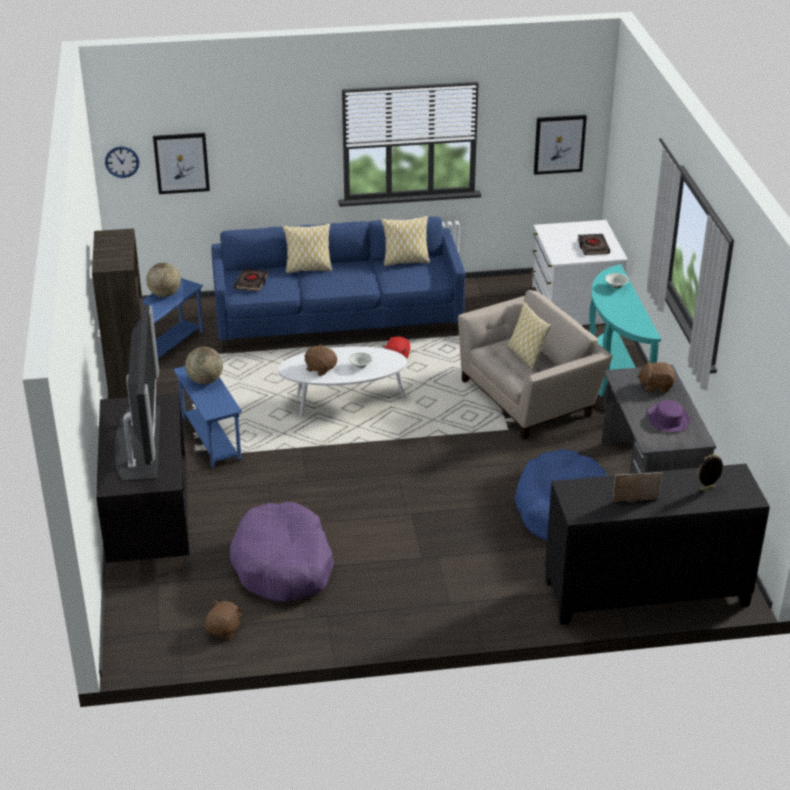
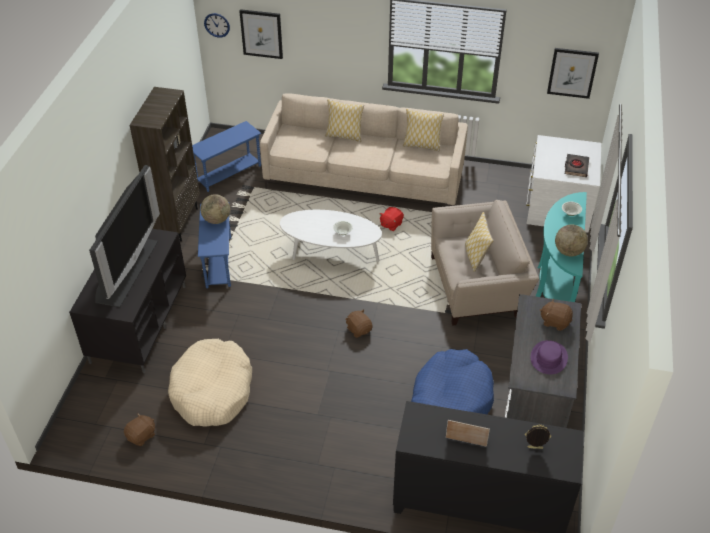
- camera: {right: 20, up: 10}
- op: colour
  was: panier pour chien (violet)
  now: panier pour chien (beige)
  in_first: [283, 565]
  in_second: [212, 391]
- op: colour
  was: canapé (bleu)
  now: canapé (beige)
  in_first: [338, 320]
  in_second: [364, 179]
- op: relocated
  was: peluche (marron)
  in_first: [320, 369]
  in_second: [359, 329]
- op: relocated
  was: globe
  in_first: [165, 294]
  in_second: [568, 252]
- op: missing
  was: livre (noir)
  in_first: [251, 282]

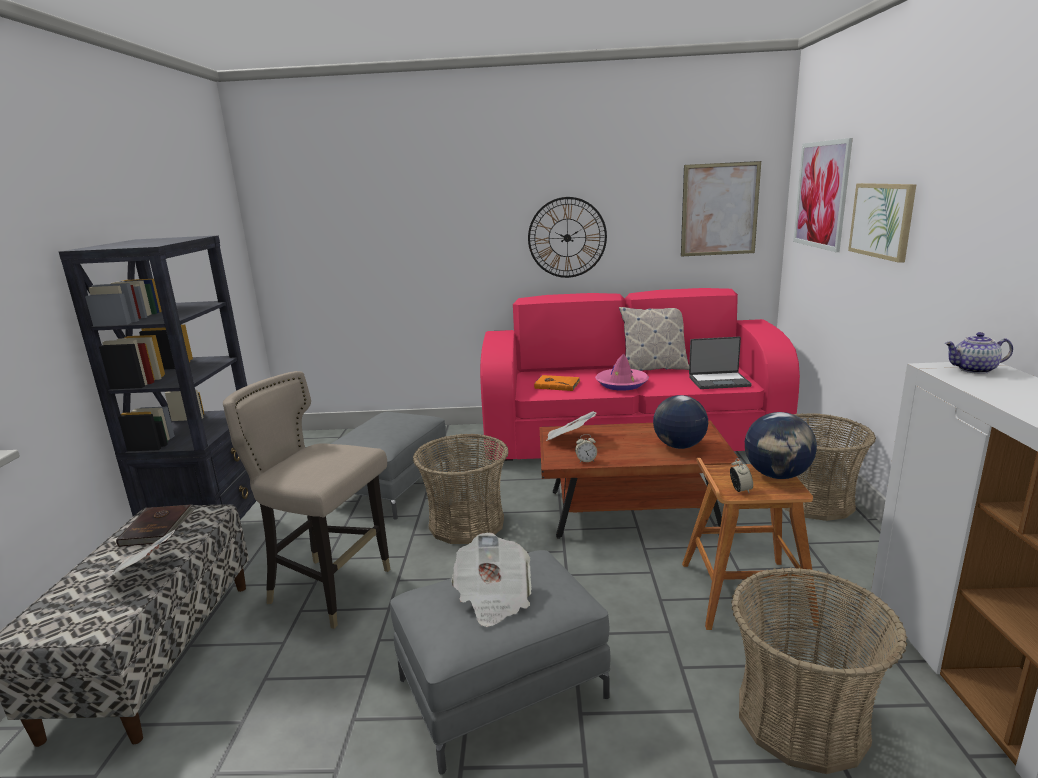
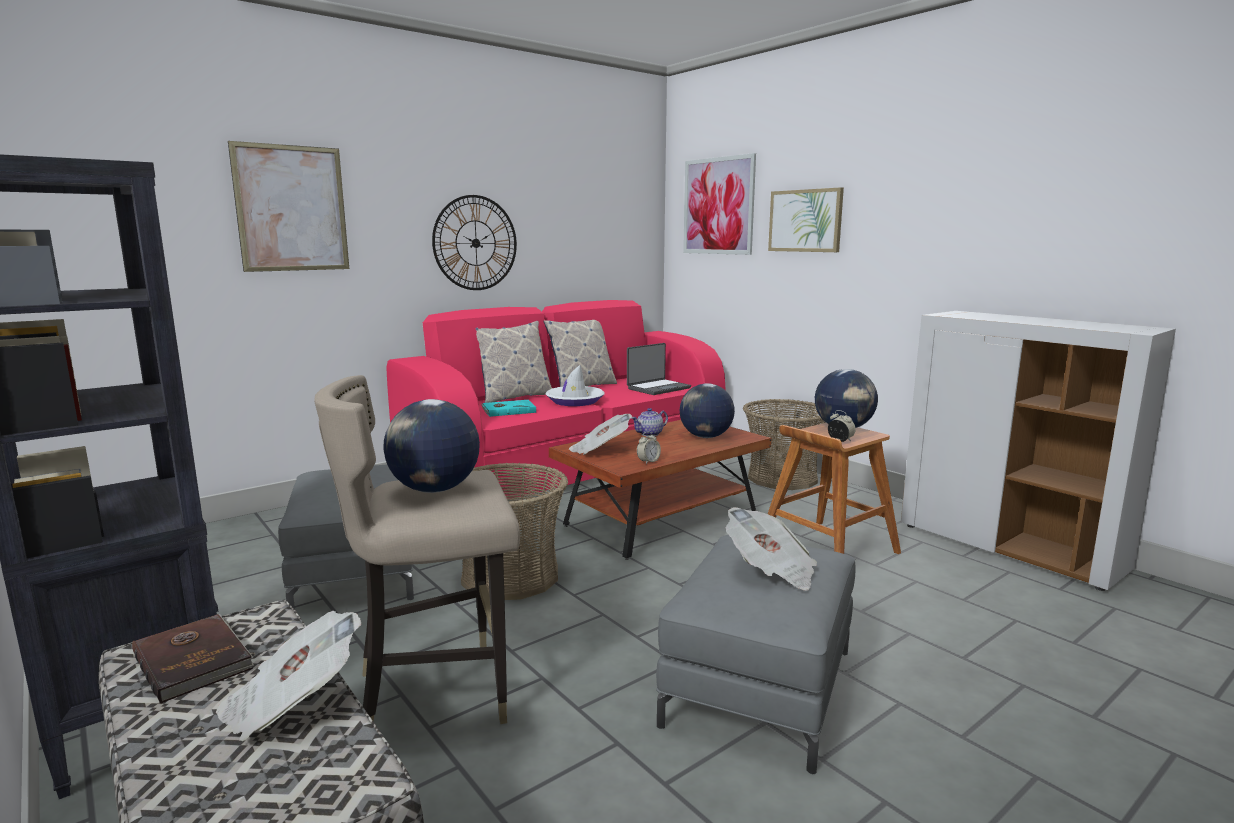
- camera: {right: -40, up: -5}
- op: relocated
  was: tableau
  in_first: [719, 209]
  in_second: [292, 208]
- op: appeared
  now: globe
  in_second: [434, 489]
- op: appeared
  now: coussin
  in_second: [514, 398]
- op: colour
  was: livre (orange)
  now: livre (turquoise)
  in_first: [557, 385]
  in_second: [508, 410]
- op: colour
  was: chapeau (rose)
  now: chapeau (blanc)
  in_first: [621, 384]
  in_second: [575, 401]
- op: relocated
  was: théière
  in_first: [974, 370]
  in_second: [649, 434]
- op: missing
  was: panier
  in_first: [802, 719]

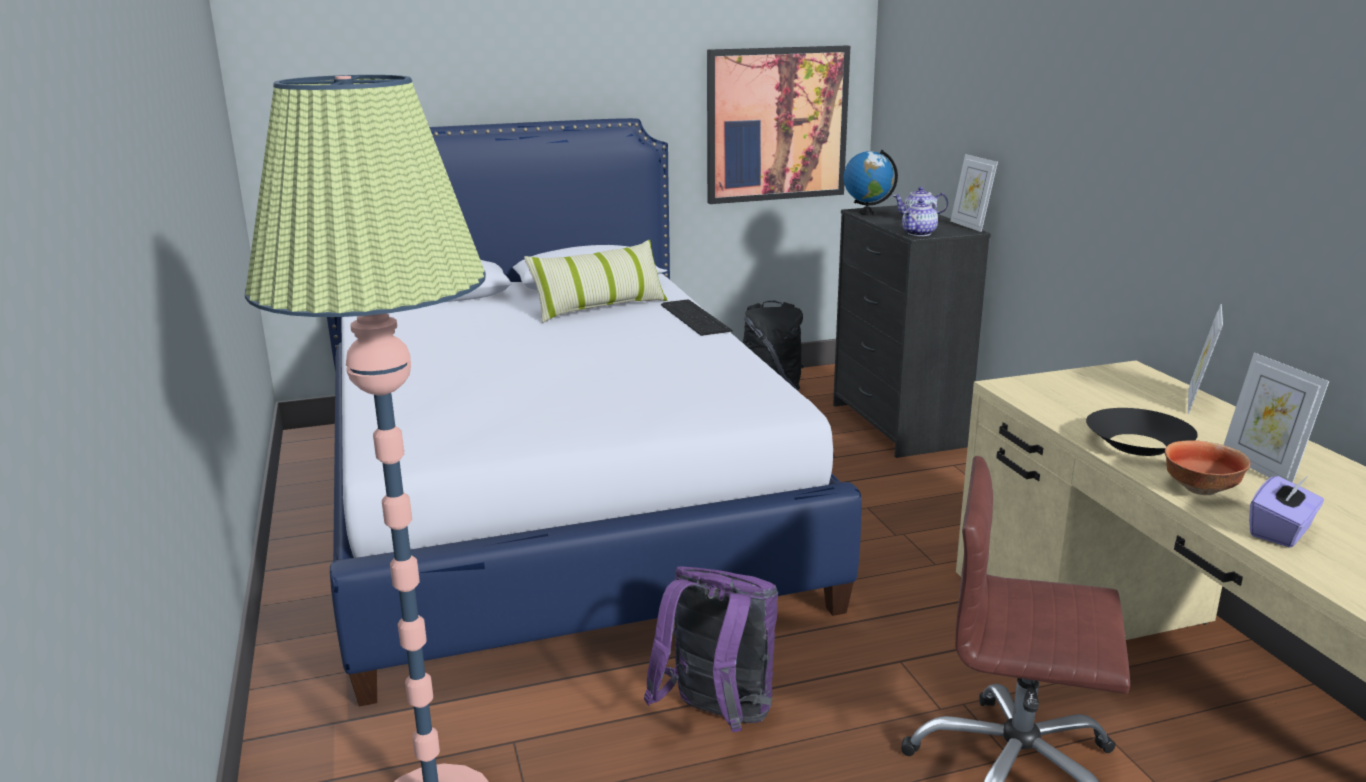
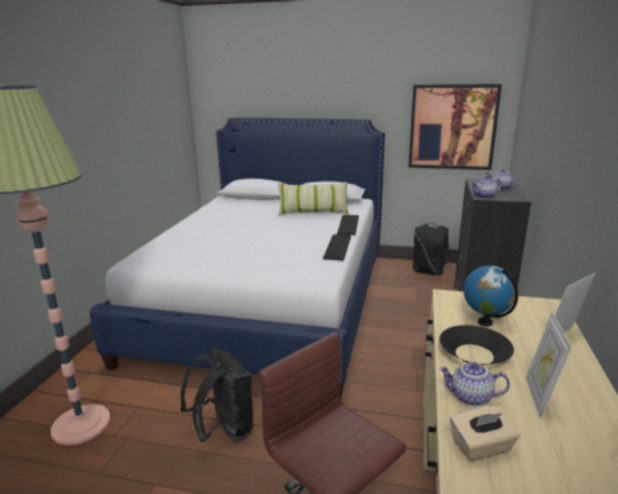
- camera: {right: 30, up: 0}
- op: colour
  was: sac à dos (violet)
  now: sac à dos (noir)
  in_first: [716, 717]
  in_second: [224, 430]
- op: appeared
  now: clavier
  in_second: [339, 247]
- op: exchanged
  was: bol
  now: théière
  in_first: [1202, 490]
  in_second: [470, 397]
- op: colour
  was: boîte à mouchoirs (violet)
  now: boîte à mouchoirs (beige)
  in_first: [1281, 532]
  in_second: [482, 447]
- op: relocated
  was: globe
  in_first: [866, 213]
  in_second: [485, 322]
- op: missing
  was: cadre photo
  in_first: [970, 226]

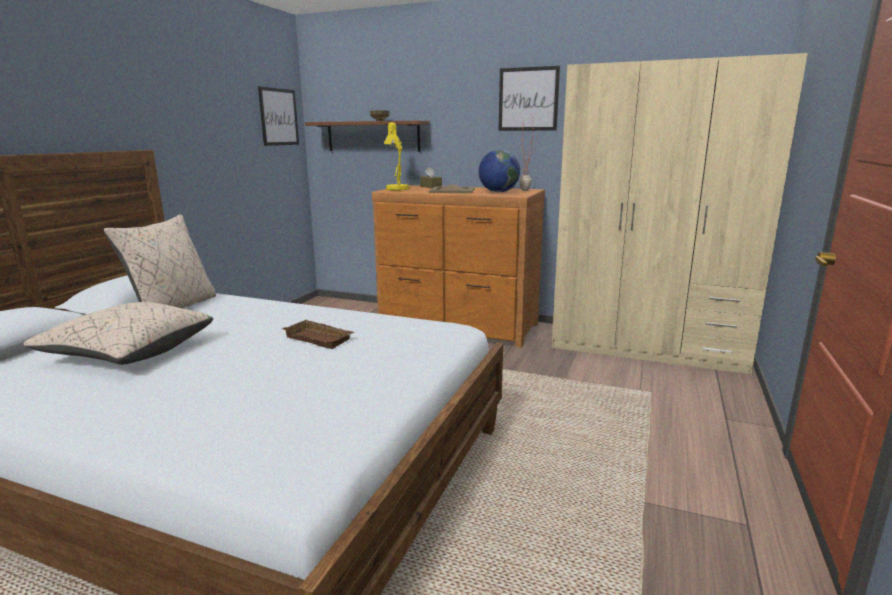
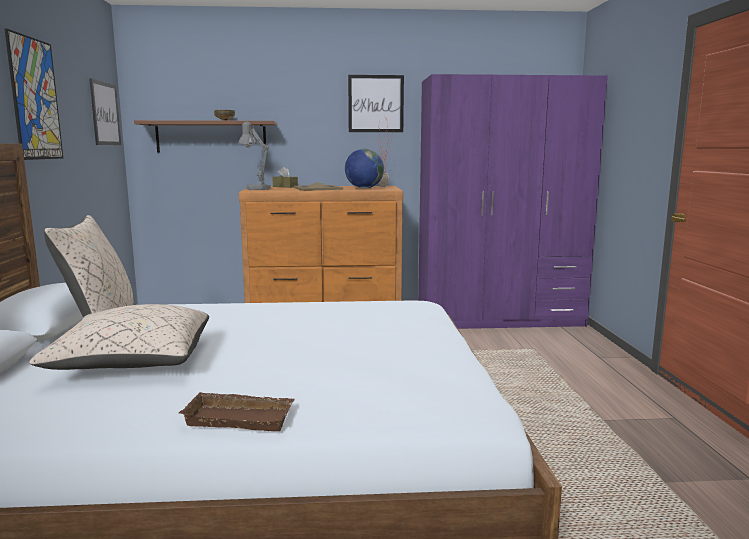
- camera: {right: -25, up: -5}
- op: appeared
  now: tableau
  in_second: [35, 99]
- op: relocated
  was: plateau (marron)
  in_first: [320, 338]
  in_second: [241, 417]
- op: colour
  was: lampe de table (jaune)
  now: lampe de table (gris)
  in_first: [396, 188]
  in_second: [255, 189]
- op: colour
  was: armoire (beige)
  now: armoire (violet)
  in_first: [647, 348]
  in_second: [499, 319]

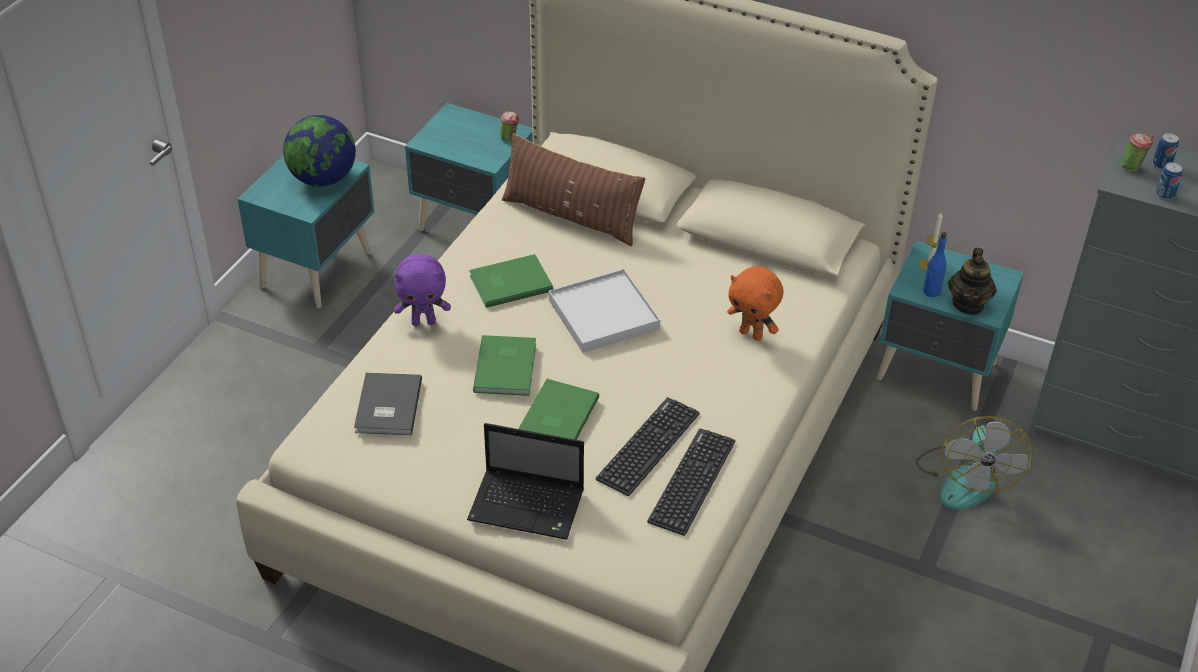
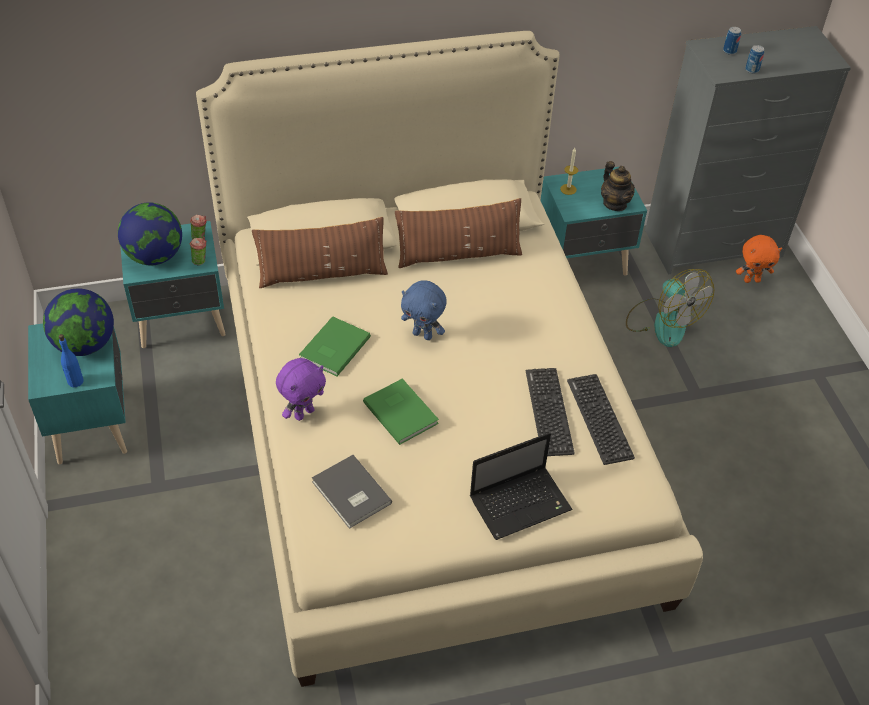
- camera: {right: -40, up: 5}
- op: relocated
  was: bouteille (bleu)
  in_first: [931, 291]
  in_second: [75, 381]
- op: appeared
  now: globe
  in_second: [155, 256]
- op: relocated
  was: tasse
  in_first: [1132, 167]
  in_second: [200, 261]
- op: appeared
  now: coussin (marron)
  in_second: [458, 255]
- op: exchanged
  was: plateau (blanc)
  now: peluche (bleu)
  in_first: [604, 314]
  in_second: [423, 335]
- op: relocated
  was: peluche (orange)
  in_first: [751, 334]
  in_second: [752, 280]
- op: missing
  was: livre (vert)
  in_first: [556, 417]

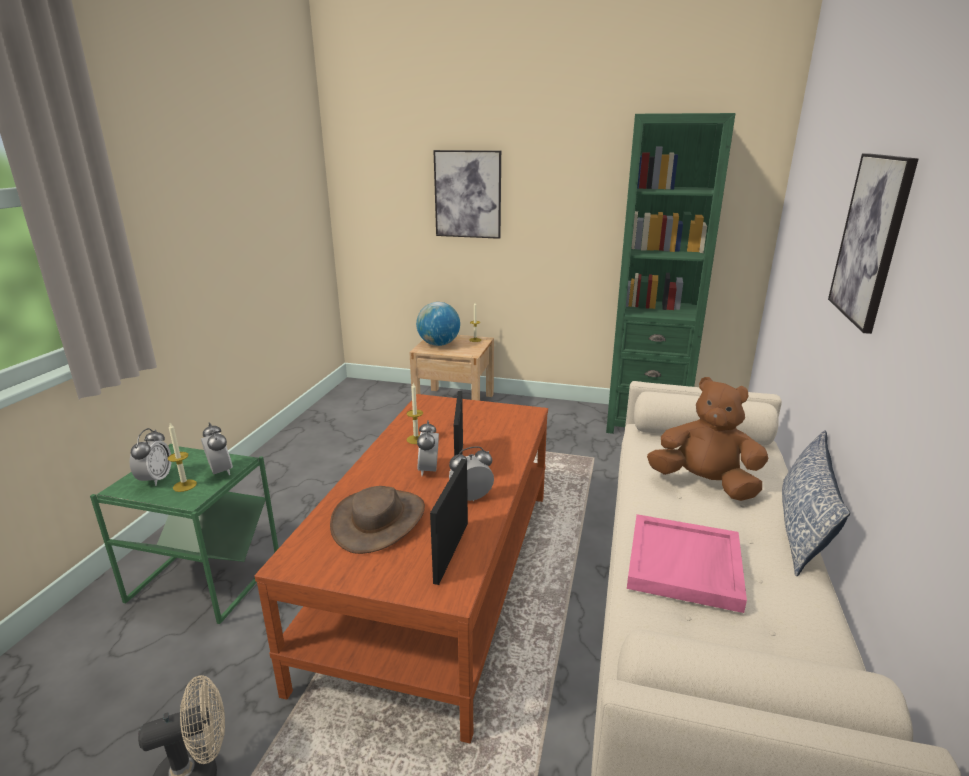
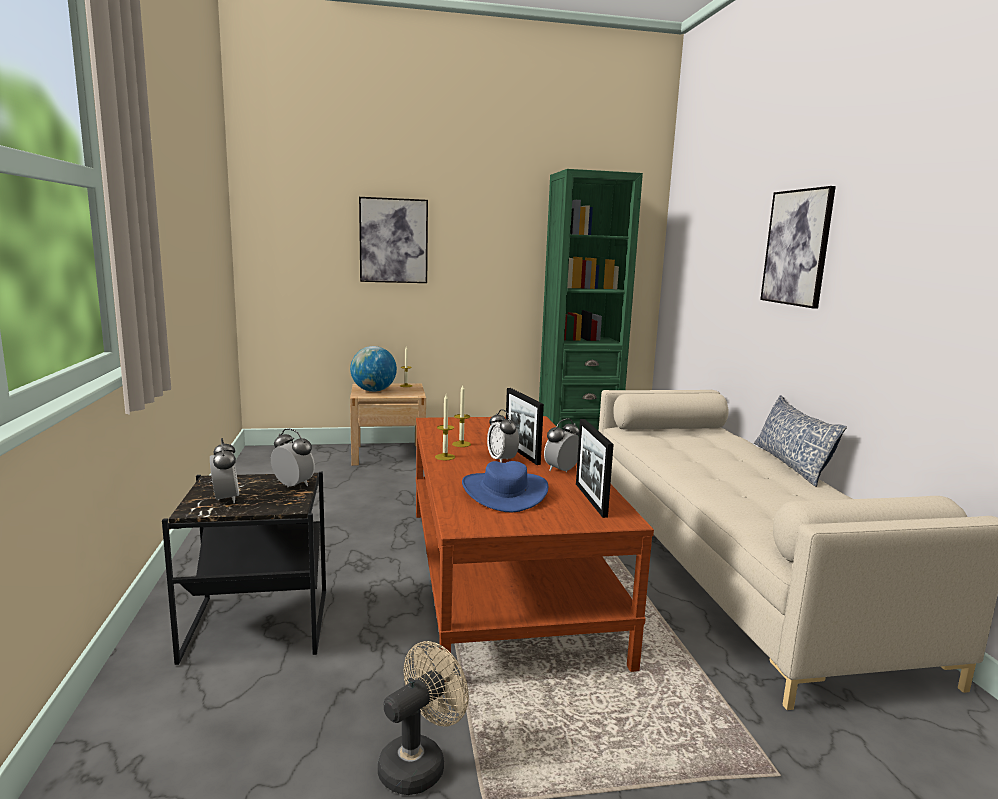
- camera: {right: -25, up: -10}
- op: colour
  was: table d'appoint (vert)
  now: table d'appoint (noir)
  in_first: [205, 578]
  in_second: [256, 625]
- op: relocated
  was: bougie
  in_first: [184, 485]
  in_second: [445, 457]
- op: colour
  was: chapeau (marron)
  now: chapeau (bleu)
  in_first: [379, 520]
  in_second: [504, 492]
- op: missing
  was: plateau (rose)
  in_first: [685, 565]
- op: missing
  was: peluche (marron)
  in_first: [704, 484]

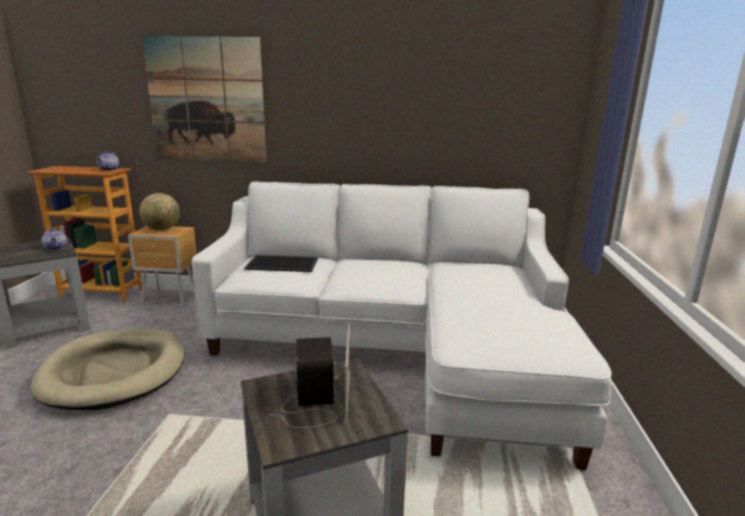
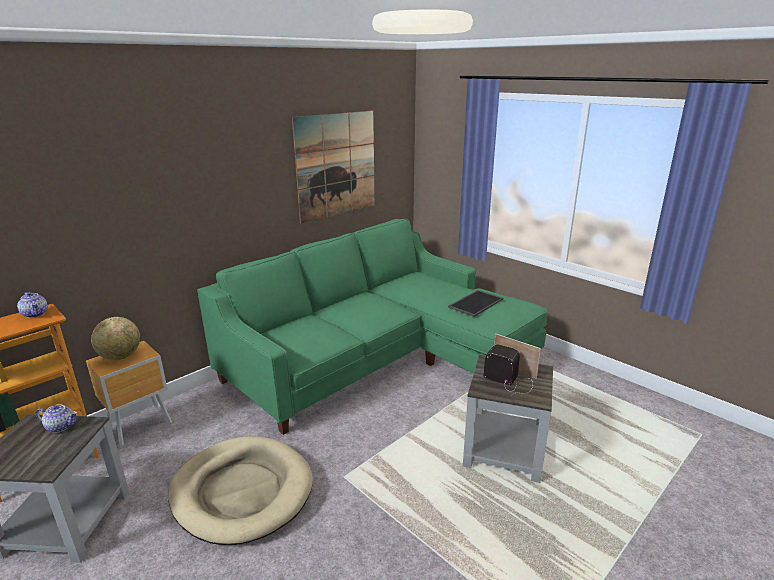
- camera: {right: -50, up: 5}
- op: colour
  was: canapé (blanc)
  now: canapé (vert)
  in_first: [398, 348]
  in_second: [381, 357]
- op: relocated
  was: tableau
  in_first: [206, 100]
  in_second: [336, 165]
- op: relocated
  was: plateau
  in_first: [283, 263]
  in_second: [475, 303]

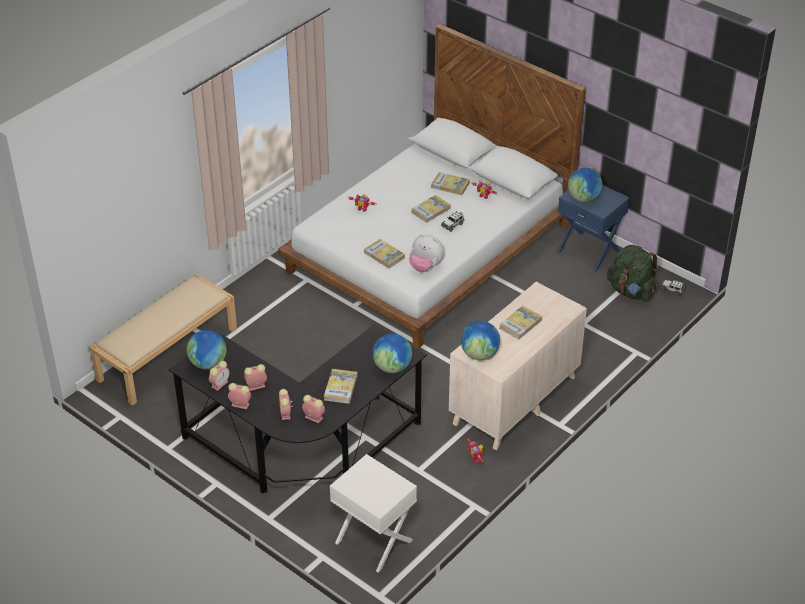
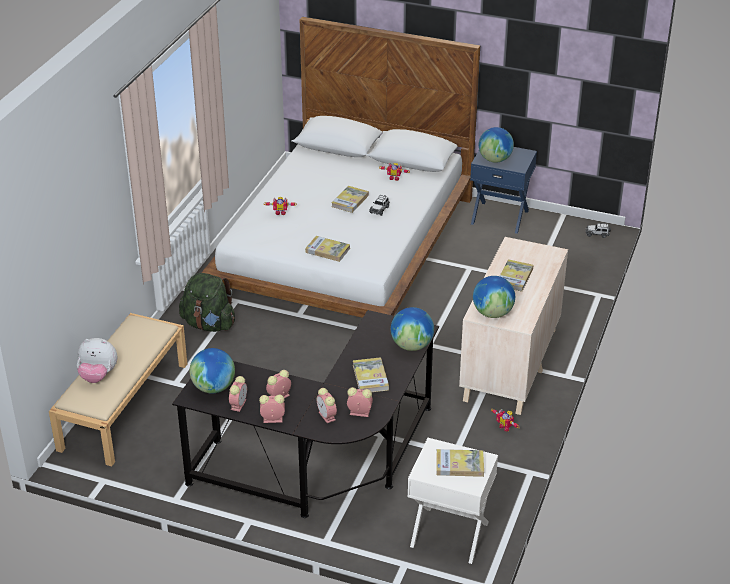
- camera: {right: -20, up: -5}
- op: relocated
  was: peluche
  in_first: [425, 267]
  in_second: [98, 376]
- op: relocated
  was: sac à dos (vert)
  in_first: [631, 291]
  in_second: [209, 324]
- op: relocated
  was: livre
  in_first: [450, 185]
  in_second: [459, 465]

